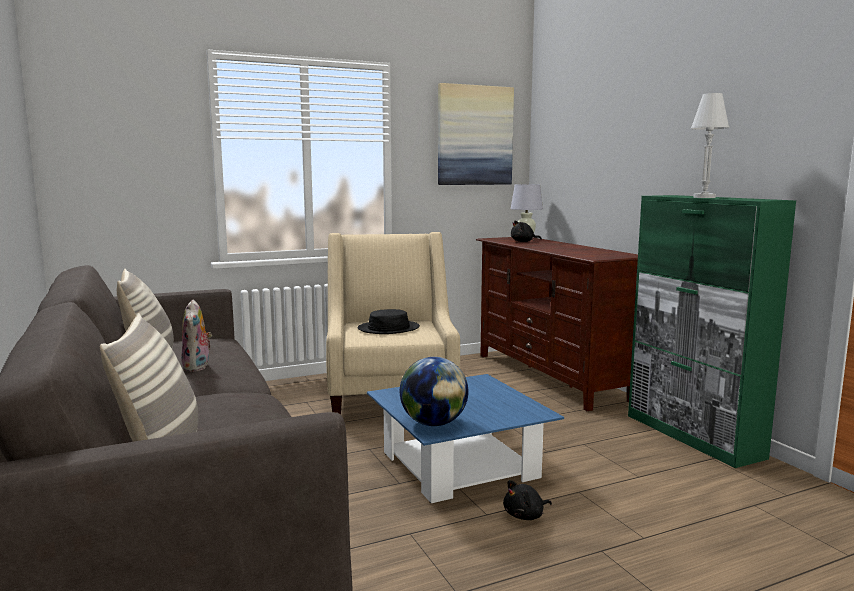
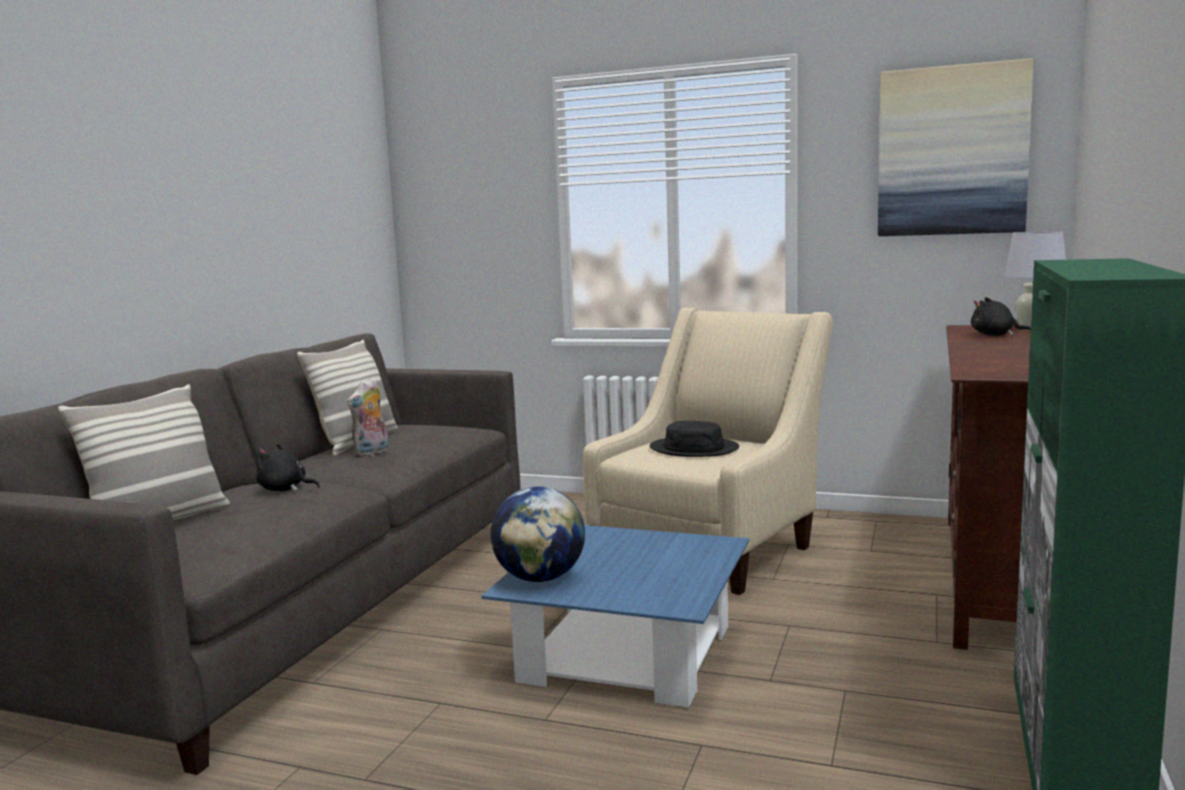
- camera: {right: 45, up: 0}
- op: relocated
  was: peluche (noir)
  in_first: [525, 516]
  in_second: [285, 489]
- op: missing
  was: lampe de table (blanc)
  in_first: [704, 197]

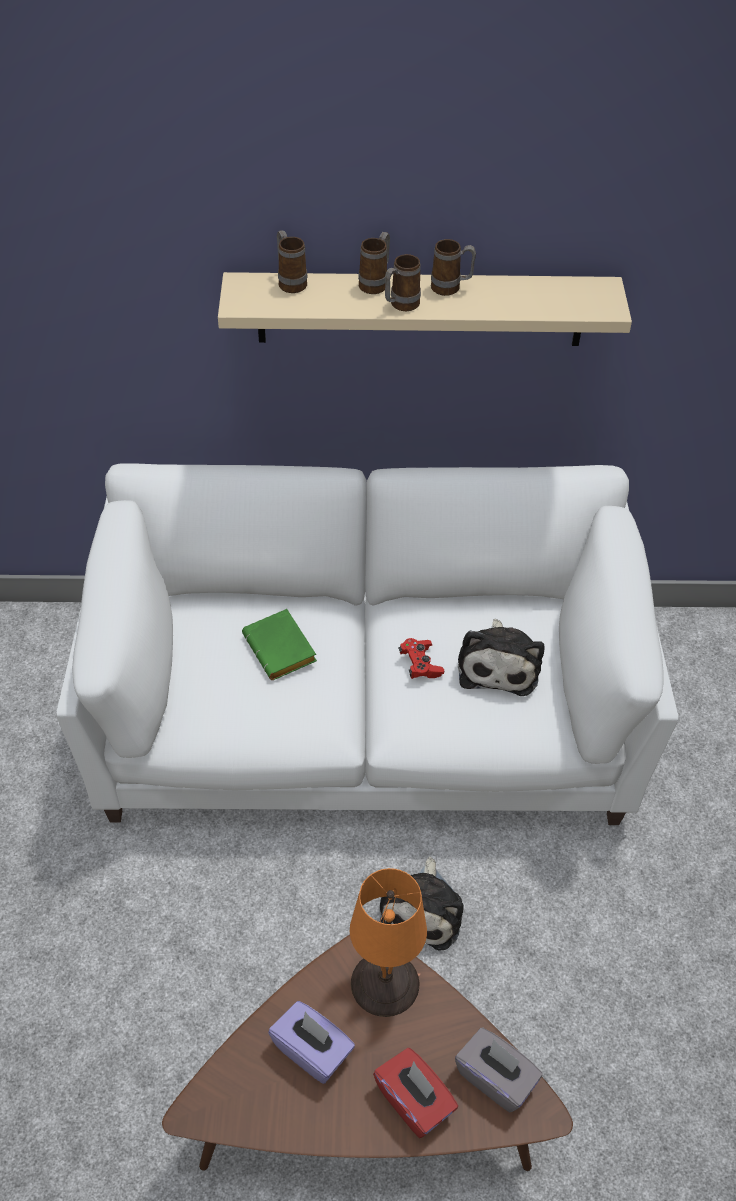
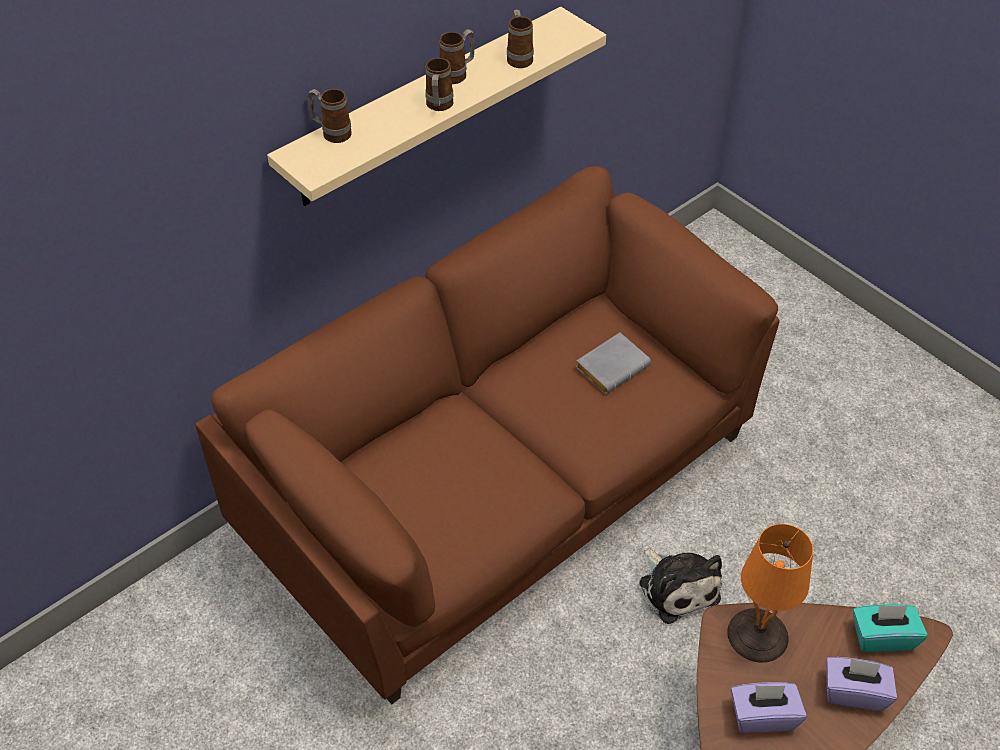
- camera: {right: -40, up: 0}
- op: colour
  was: canapé (blanc)
  now: canapé (marron)
  in_first: [365, 716]
  in_second: [498, 485]
- op: relocated
  was: mug
  in_first: [376, 283]
  in_second: [519, 57]
- op: exchanged
  was: peluche
  now: livre (gris)
  in_first: [499, 664]
  in_second: [612, 366]
- op: colour
  was: boîte à mouchoirs (rouge)
  now: boîte à mouchoirs (violet)
  in_first: [414, 1101]
  in_second: [854, 692]
- op: colour
  was: boîte à mouchoirs (gris)
  now: boîte à mouchoirs (turquoise)
  in_first: [496, 1078]
  in_second: [882, 636]
- op: missing
  was: livre (vert)
  in_first: [282, 650]
- op: missing
  was: manette (rouge)
  in_first: [420, 664]

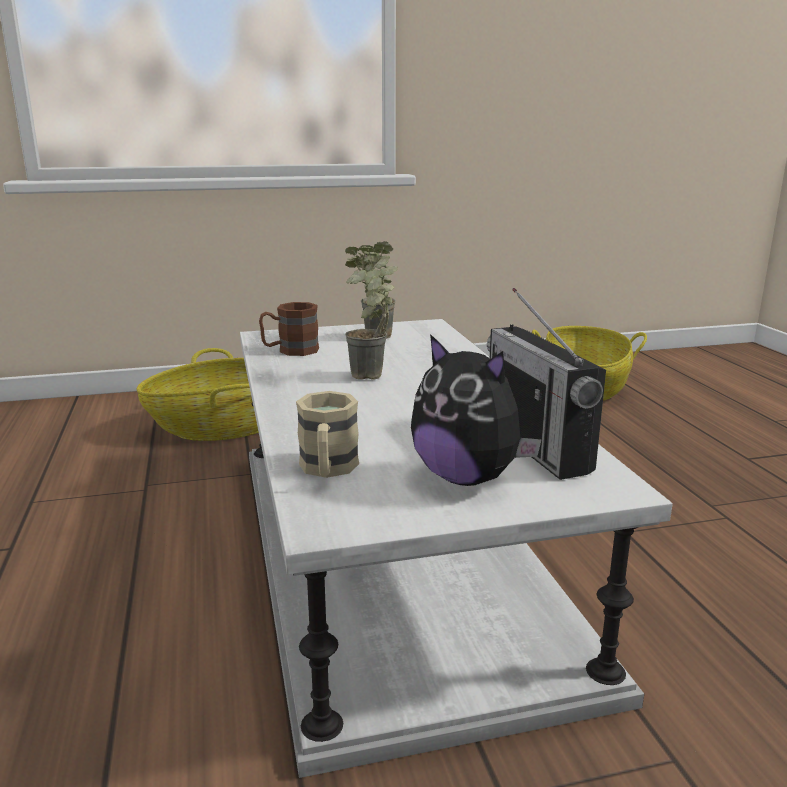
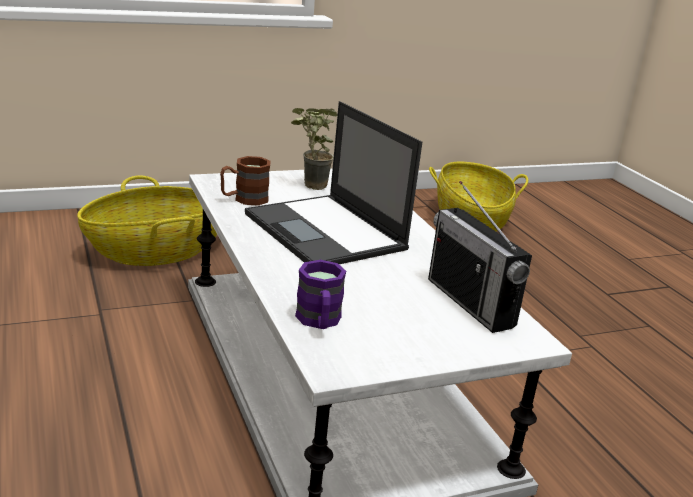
- camera: {right: -10, up: 5}
- op: exchanged
  was: plante en pot
  now: ordinateur portable
  in_first: [374, 378]
  in_second: [326, 232]
- op: colour
  was: mug (beige)
  now: mug (violet)
  in_first: [328, 470]
  in_second: [319, 322]
- op: missing
  was: peluche
  in_first: [467, 477]

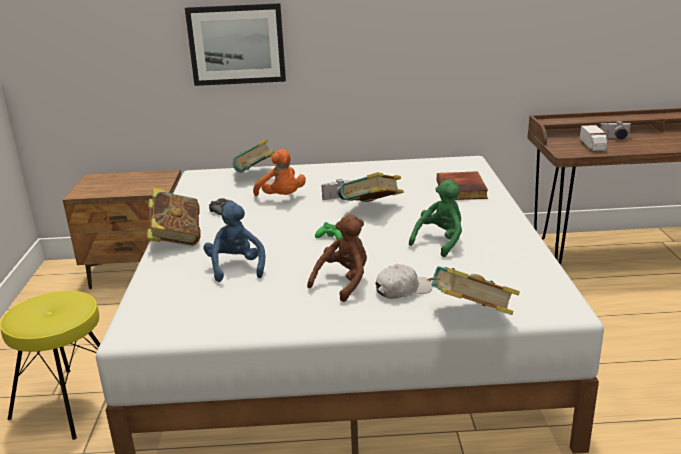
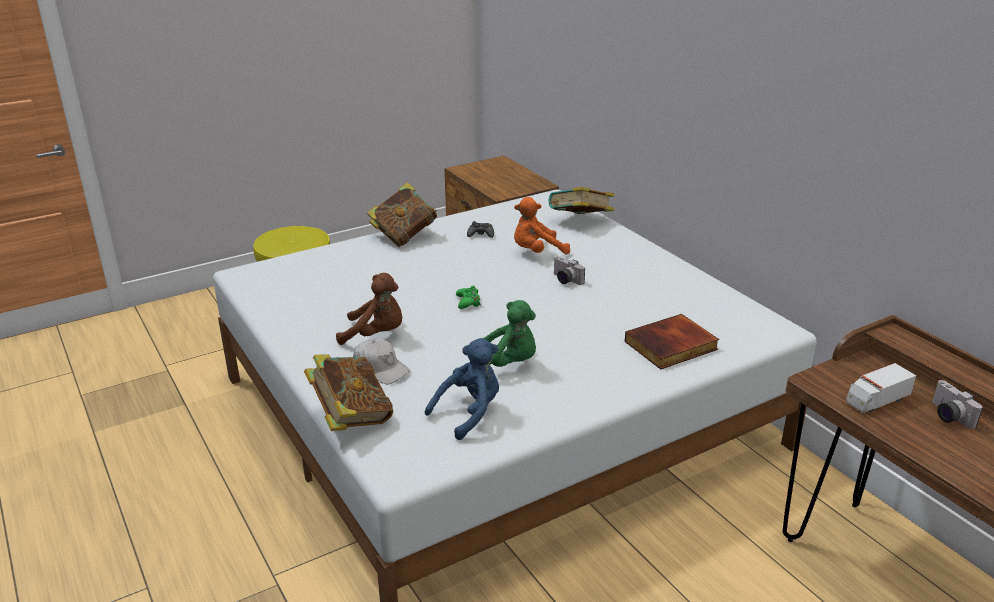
- camera: {right: 60, up: 5}
- op: relocated
  was: peluche (bleu)
  in_first: [236, 267]
  in_second: [469, 413]
- op: spun
  was: peluche (orange)
  in_first: [282, 198]
  in_second: [537, 252]
  clockwise: 45
- op: missing
  was: tableau
  in_first: [236, 44]
- op: missing
  was: livre
  in_first: [372, 209]

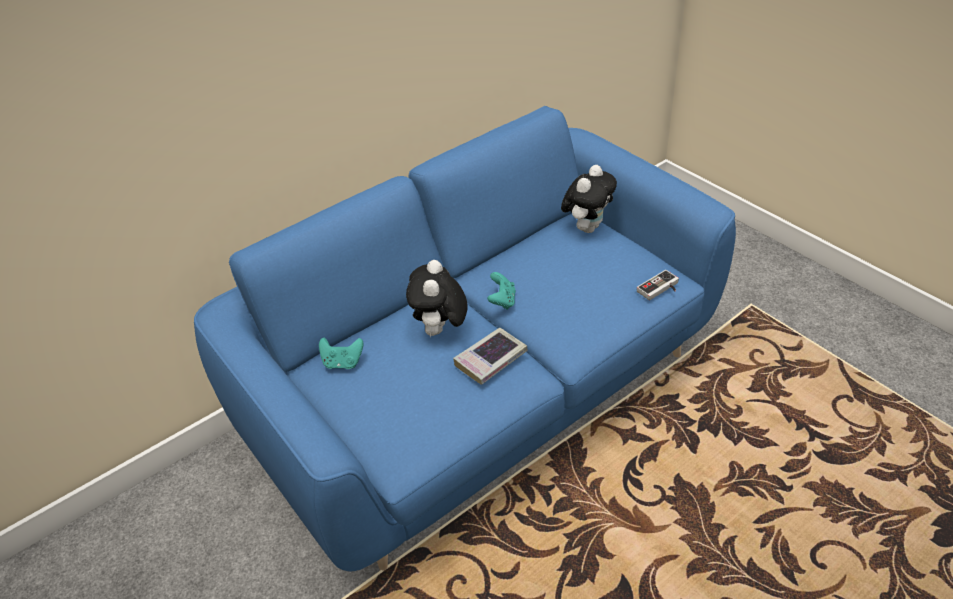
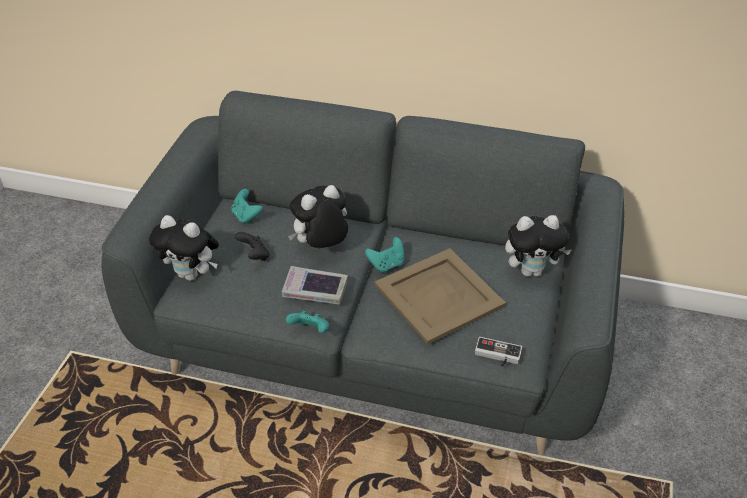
- camera: {right: 50, up: 0}
- op: colour
  was: canapé (bleu)
  now: canapé (gris)
  in_first: [484, 394]
  in_second: [373, 341]
- op: appeared
  now: peluche
  in_second: [192, 274]
- op: appeared
  now: manette (noir)
  in_second: [254, 256]
- op: appeared
  now: manette (turquoise)
  in_second: [310, 331]
- op: appeared
  now: plateau (beige)
  in_second: [438, 296]

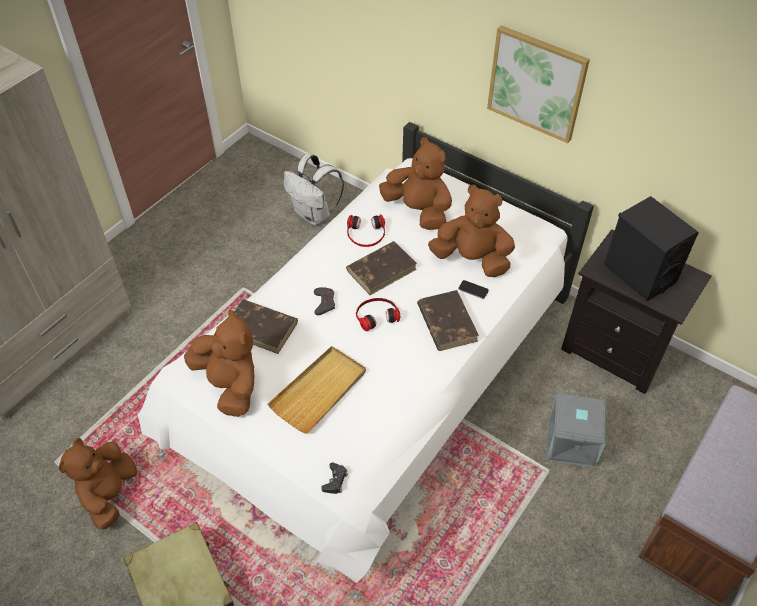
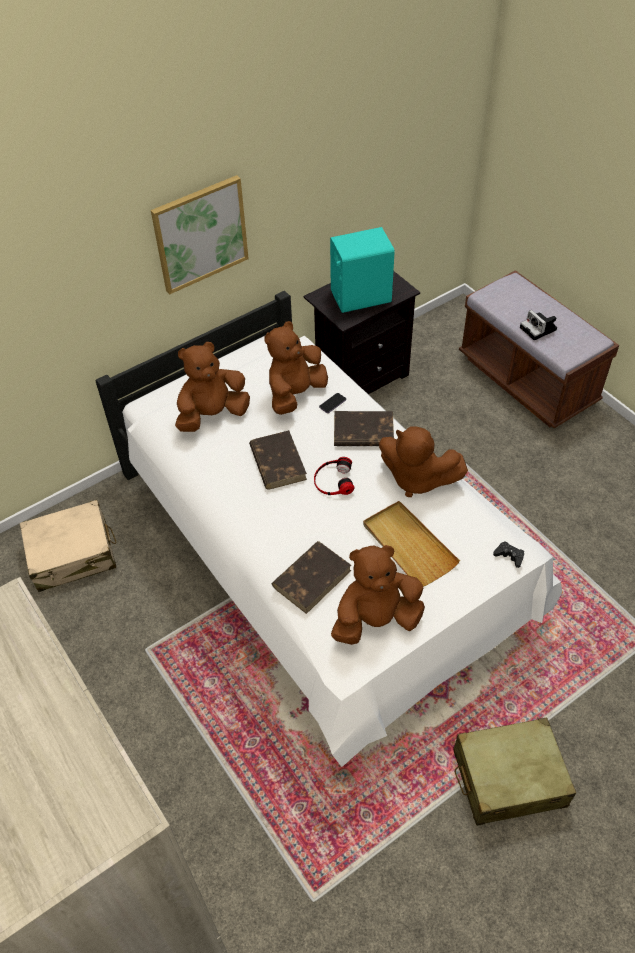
- camera: {right: -70, up: 0}
- op: exchanged
  was: sac à dos (blanc)
  now: valise (beige)
  in_first: [314, 215]
  in_second: [72, 554]
- op: colour
  was: enceinte (noir)
  now: enceinte (turquoise)
  in_first: [639, 273]
  in_second: [360, 297]
- op: relocated
  was: peluche (marron)
  in_first: [109, 494]
  in_second: [416, 478]
- op: appeared
  now: appareil photo
  in_second: [539, 329]
- op: missing
  was: manette (gris)
  in_first: [324, 303]
- op: missing
  was: casque audio
  in_first: [366, 234]
- op: missing
  was: boîte de rangement (gris)
  in_first: [572, 442]

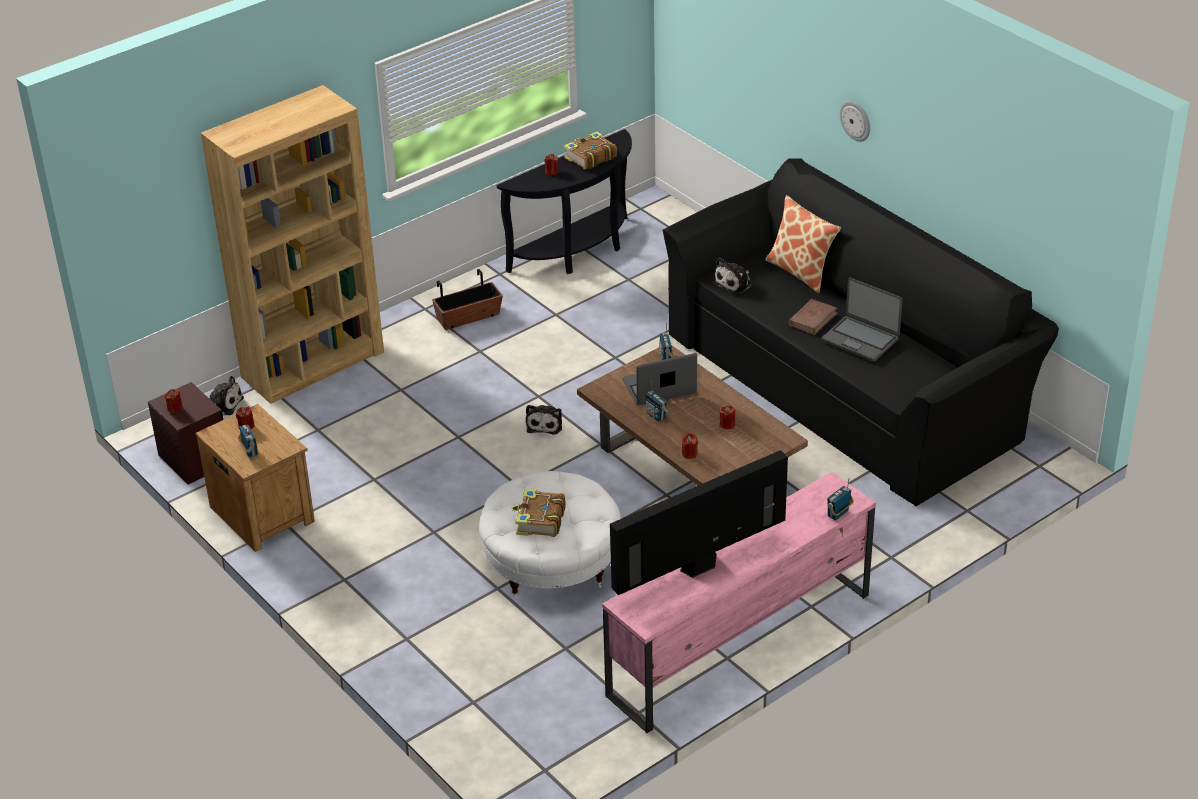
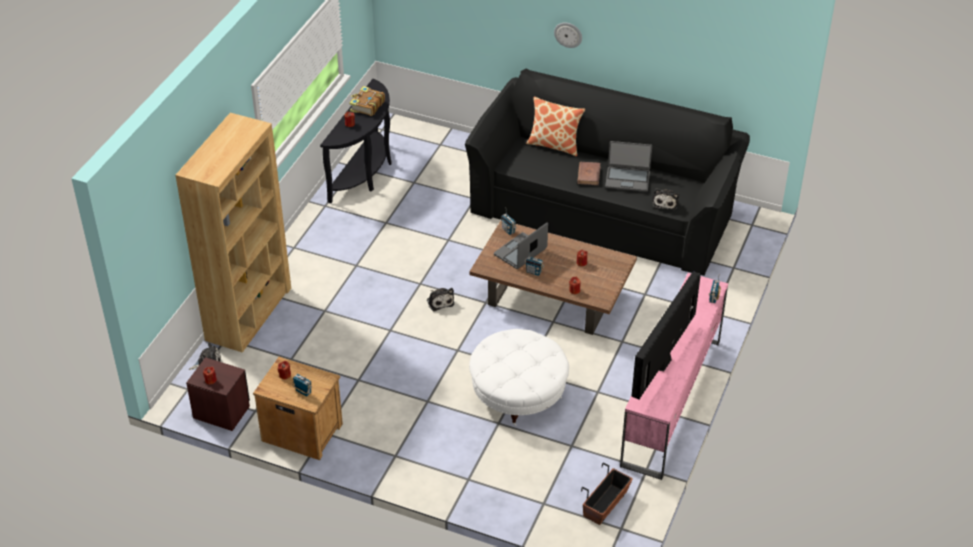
- camera: {right: -30, up: 5}
- op: relocated
  was: cache-pot
  in_first: [468, 317]
  in_second: [605, 504]
- op: relocated
  was: peluche
  in_first: [734, 283]
  in_second: [665, 202]
- op: missing
  was: livre
  in_first: [539, 521]

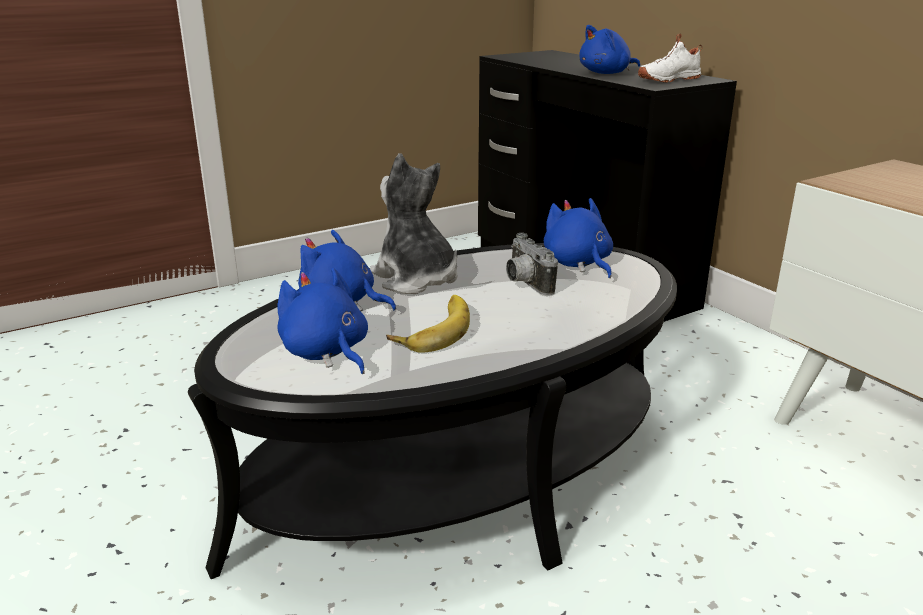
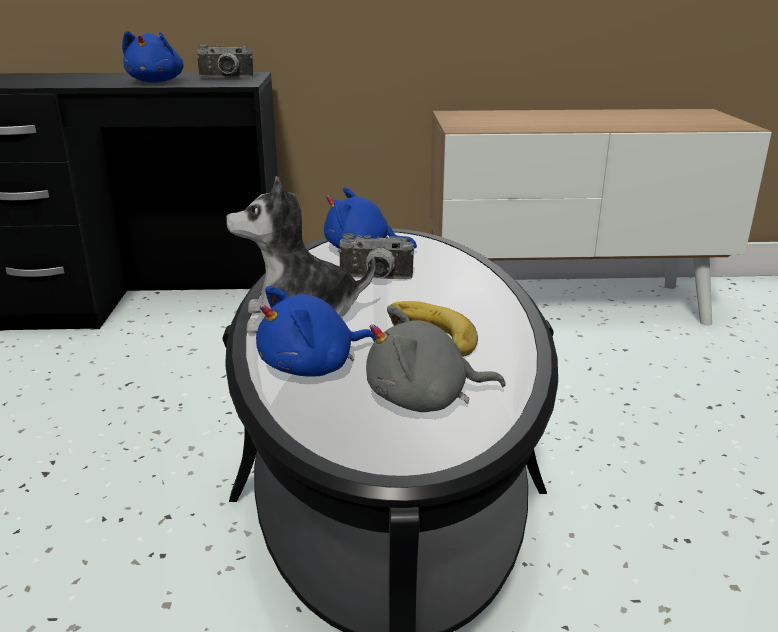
- camera: {right: -60, up: 0}
- op: exchanged
  was: chaussure (blanc)
  now: appareil photo
  in_first: [667, 79]
  in_second: [226, 78]
- op: colour
  was: peluche (bleu)
  now: peluche (gris)
  in_first: [326, 353]
  in_second: [424, 400]

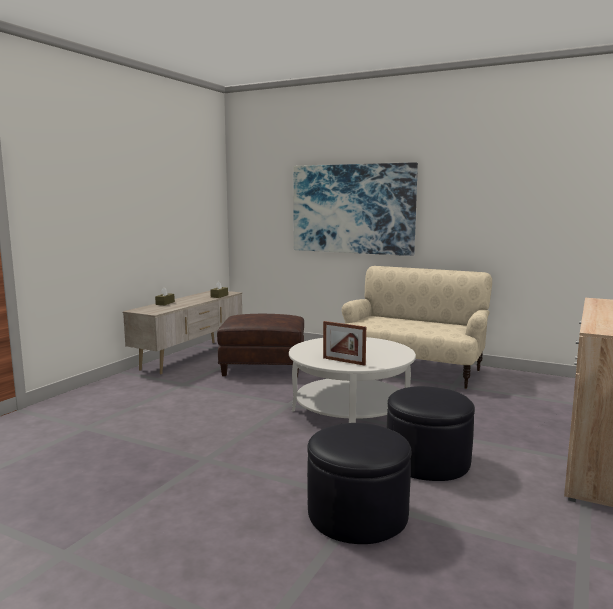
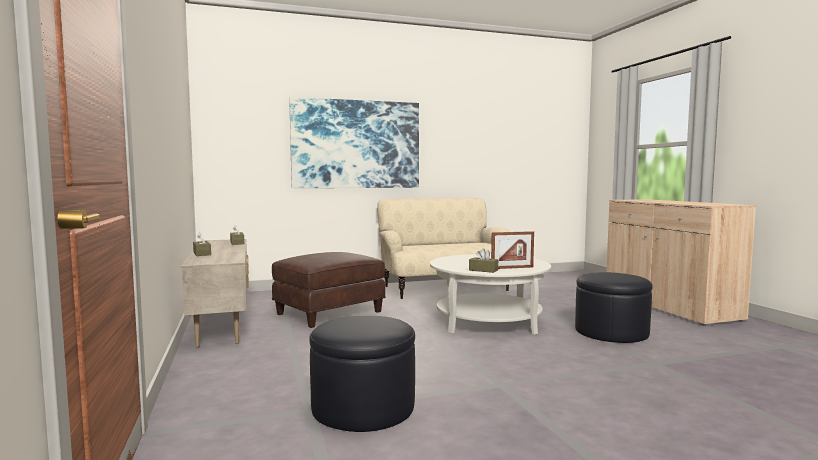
- camera: {right: -45, up: -5}
- op: relocated
  was: pouf (noir)
  in_first: [357, 514]
  in_second: [363, 407]
- op: appeared
  now: boîte à mouchoirs (marron)
  in_second: [483, 270]

